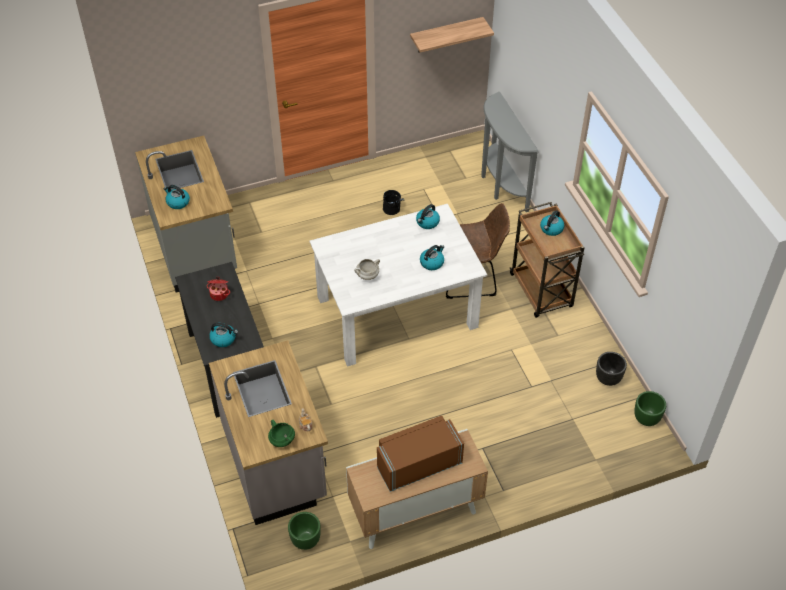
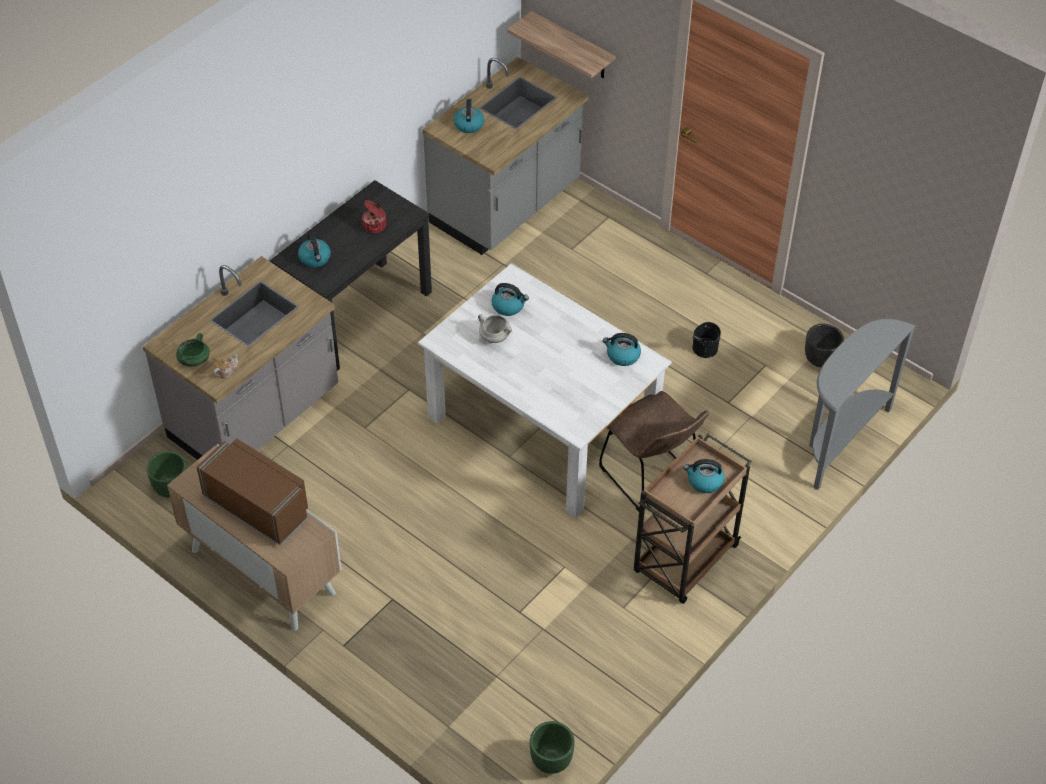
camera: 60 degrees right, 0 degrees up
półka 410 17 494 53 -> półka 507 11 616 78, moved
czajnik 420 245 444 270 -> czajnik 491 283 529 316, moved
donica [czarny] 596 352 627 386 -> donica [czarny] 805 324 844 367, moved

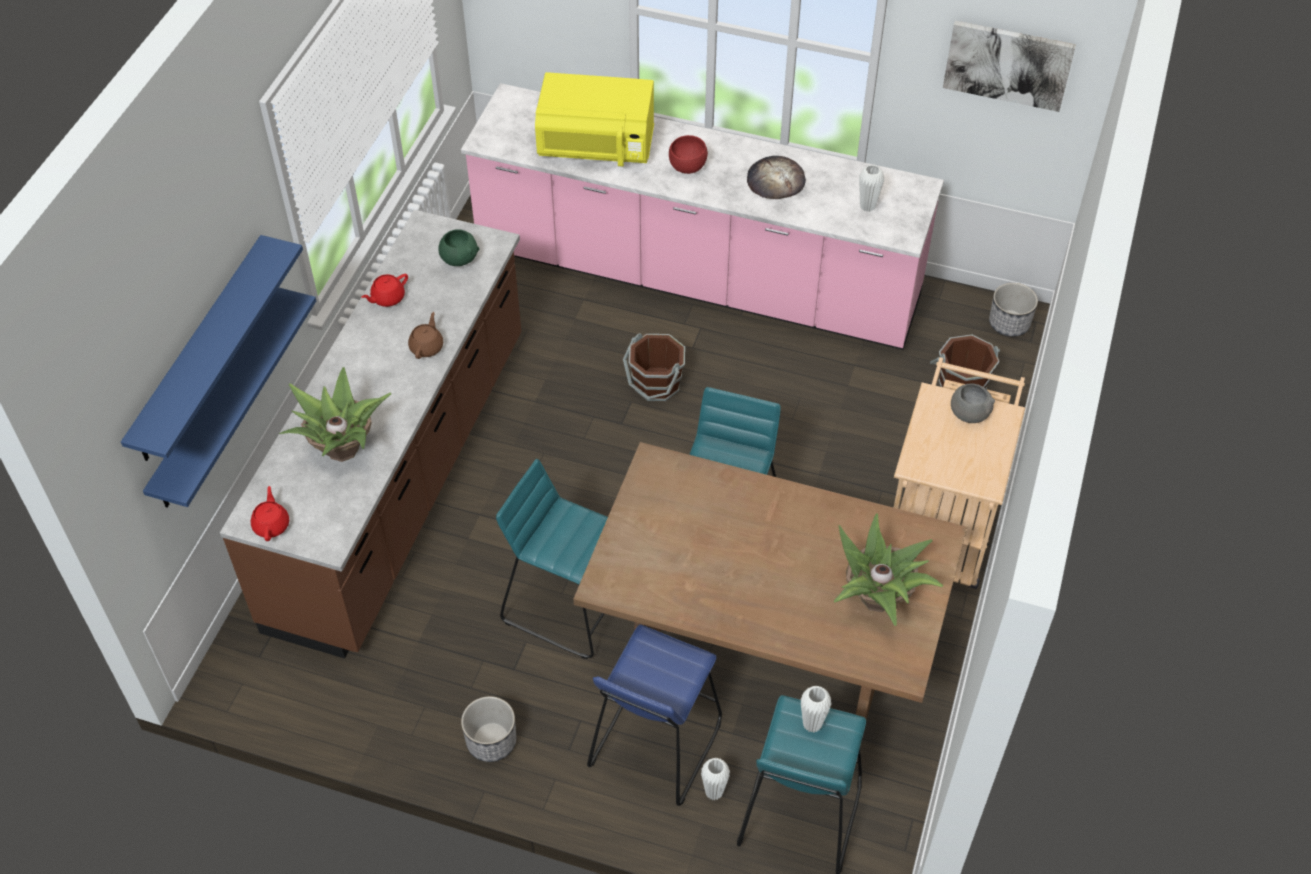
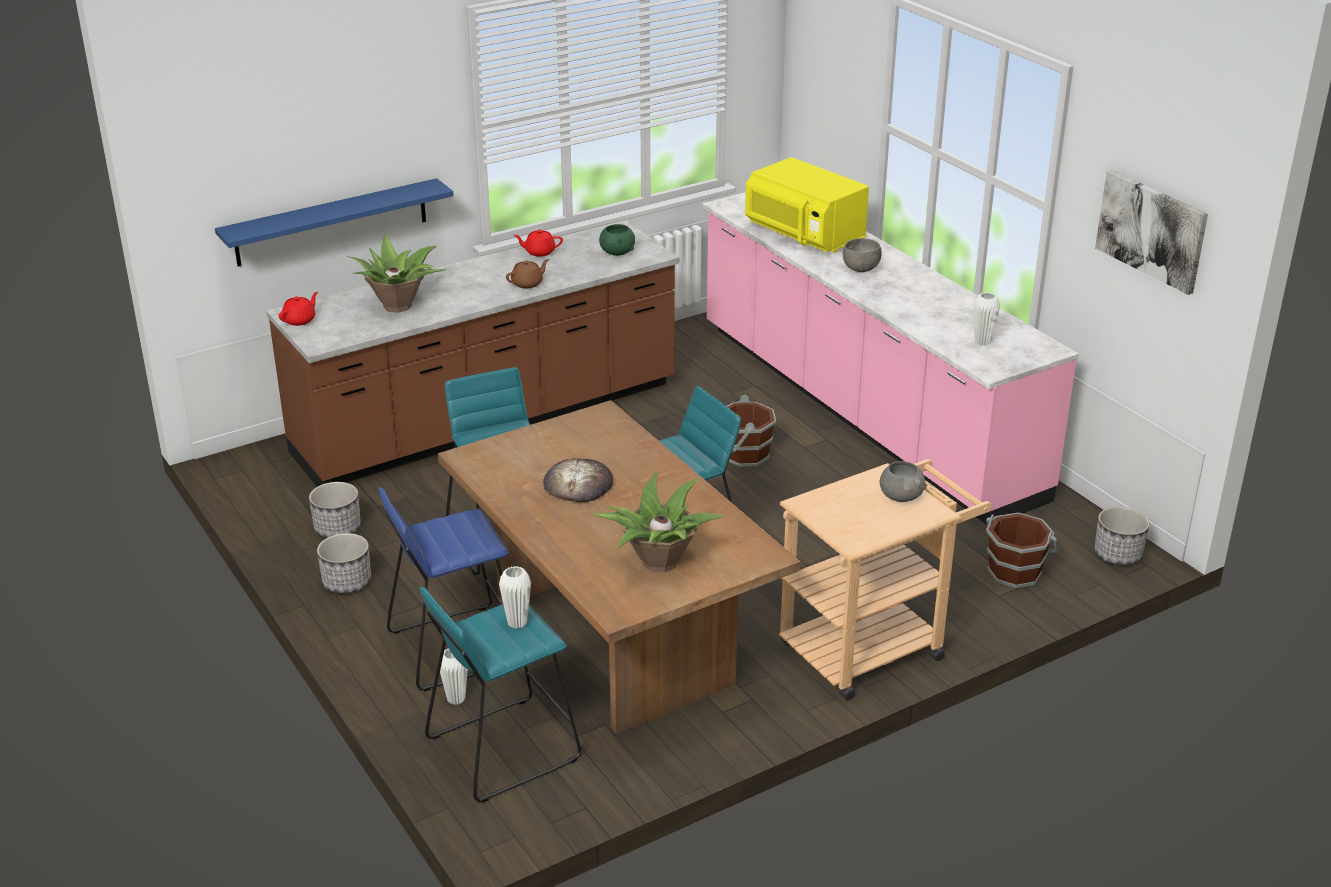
camera: 40 degrees right, 20 degrees down
miska [czerwony] 669 135 708 174 -> miska [szary] 843 238 882 272
chleb 747 156 806 199 -> chleb 543 458 613 502, moved
półka [niebieski] 121 235 303 461 -> none
none -> donica 309 482 361 538

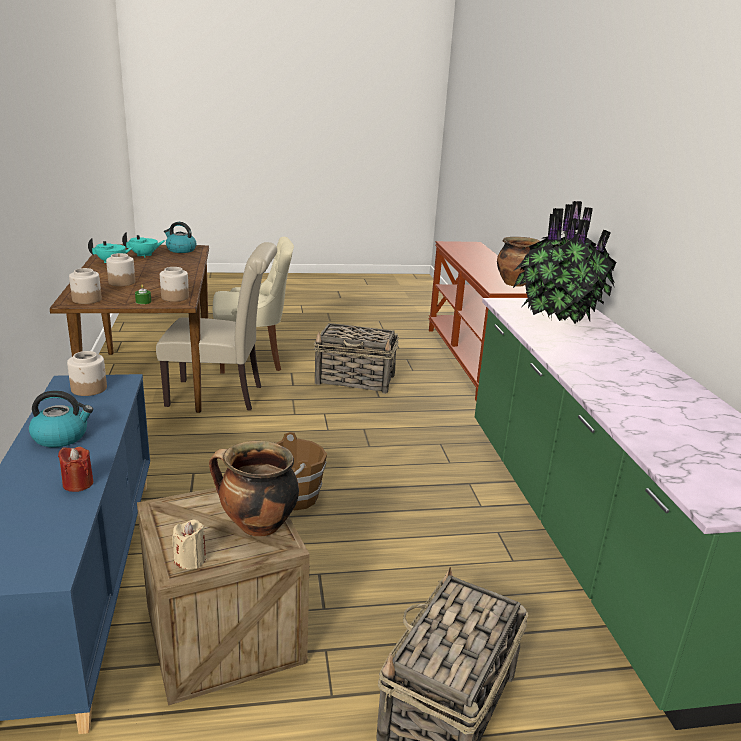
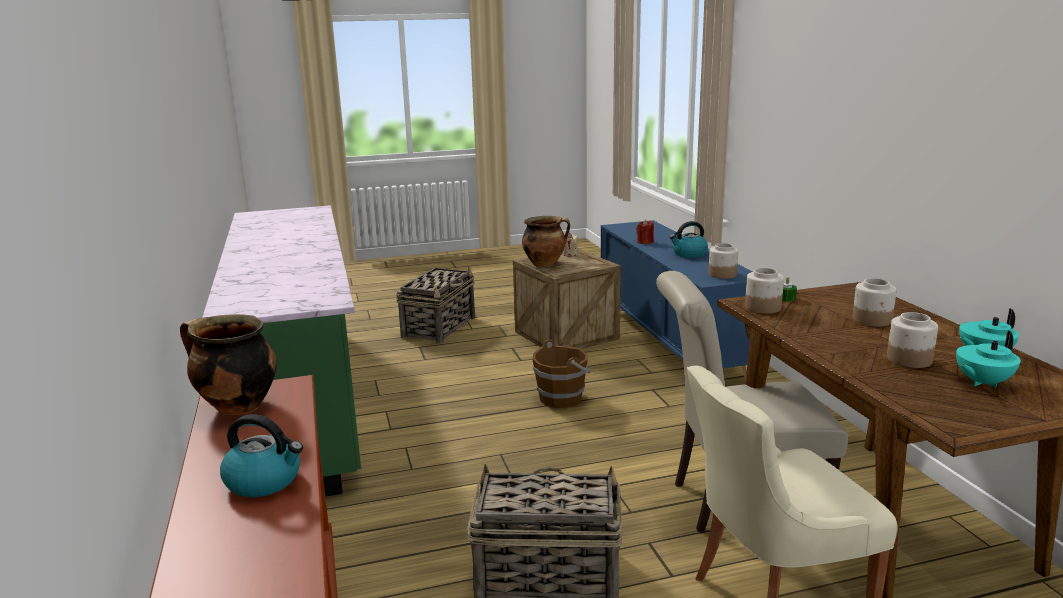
camera: 175 degrees right, 5 degrees down
roślina doniczkowa 513 201 616 323 -> none
czajnik 164 222 197 253 -> czajnik 220 414 303 497, moved
słoik 69 268 102 304 -> słoik 887 312 938 368, moved

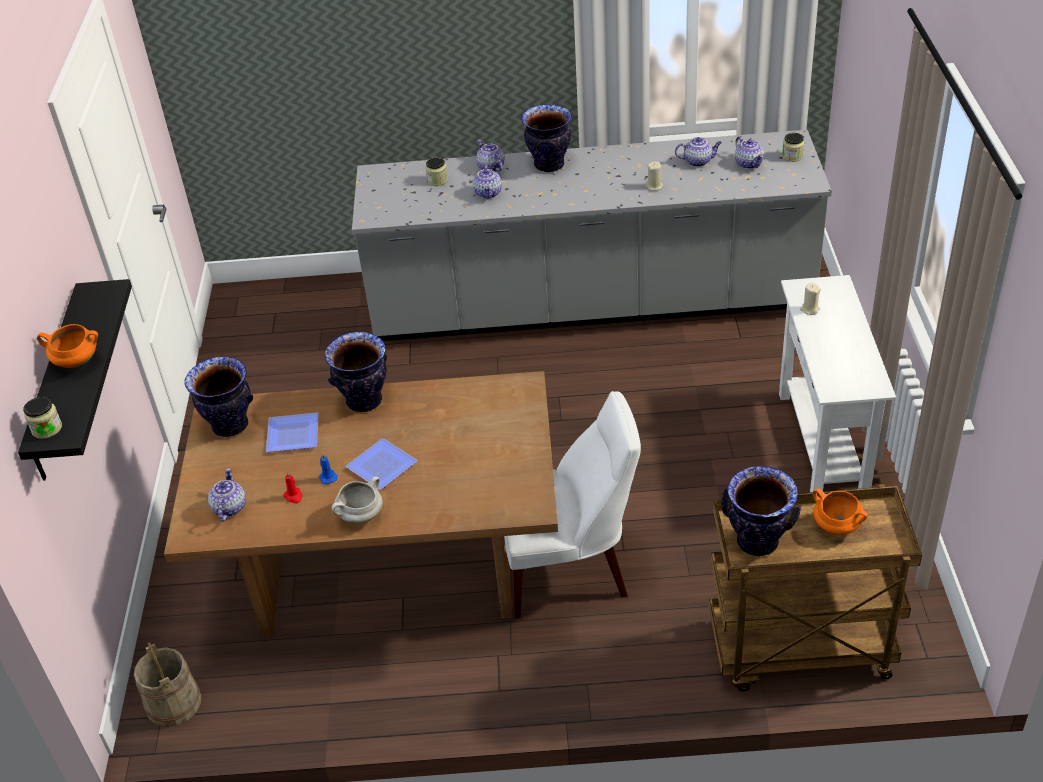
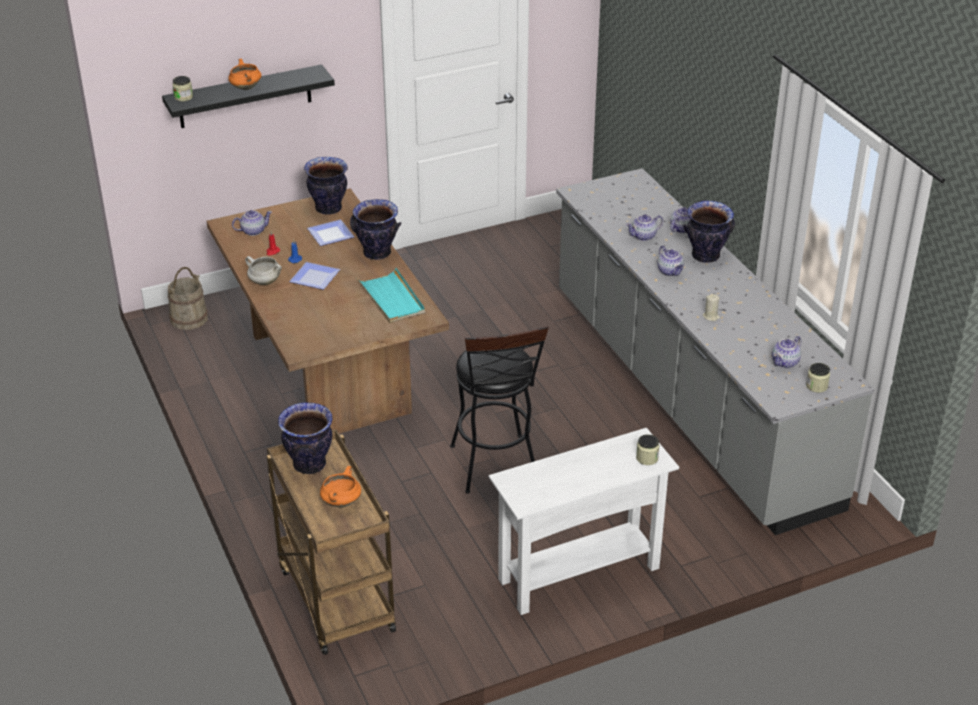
camera: 65 degrees right, 5 degrees down
imbryk 675 137 722 167 -> imbryk 657 246 684 276, moved
słoik 426 157 448 186 -> słoik 636 434 660 465, moved
świeca [beżowy] 800 283 821 315 -> none
krzesło [biały] 504 391 641 619 -> none
none -> taca [turkusowy] 357 267 425 323
none -> stołek [czarny] 450 326 549 494

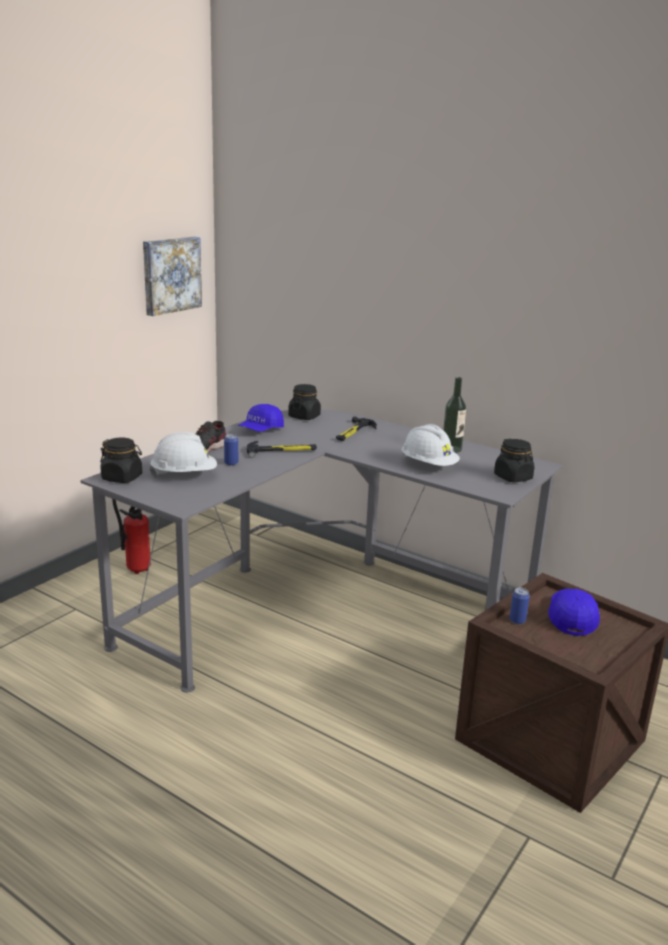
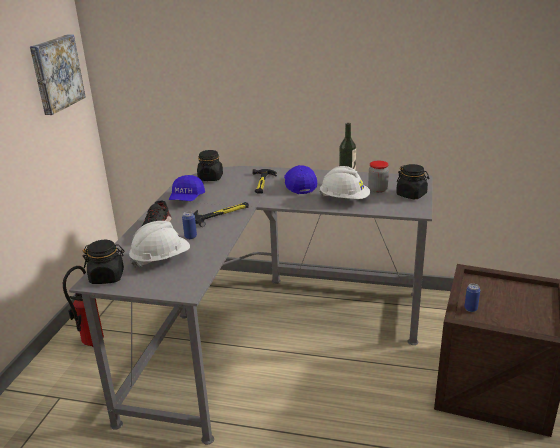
camera: 20 degrees left, 5 degrees up
czapka z daszkiem [niebieski] 549 589 600 636 -> czapka z daszkiem [niebieski] 284 165 317 194, moved
none -> słoik 368 161 389 193

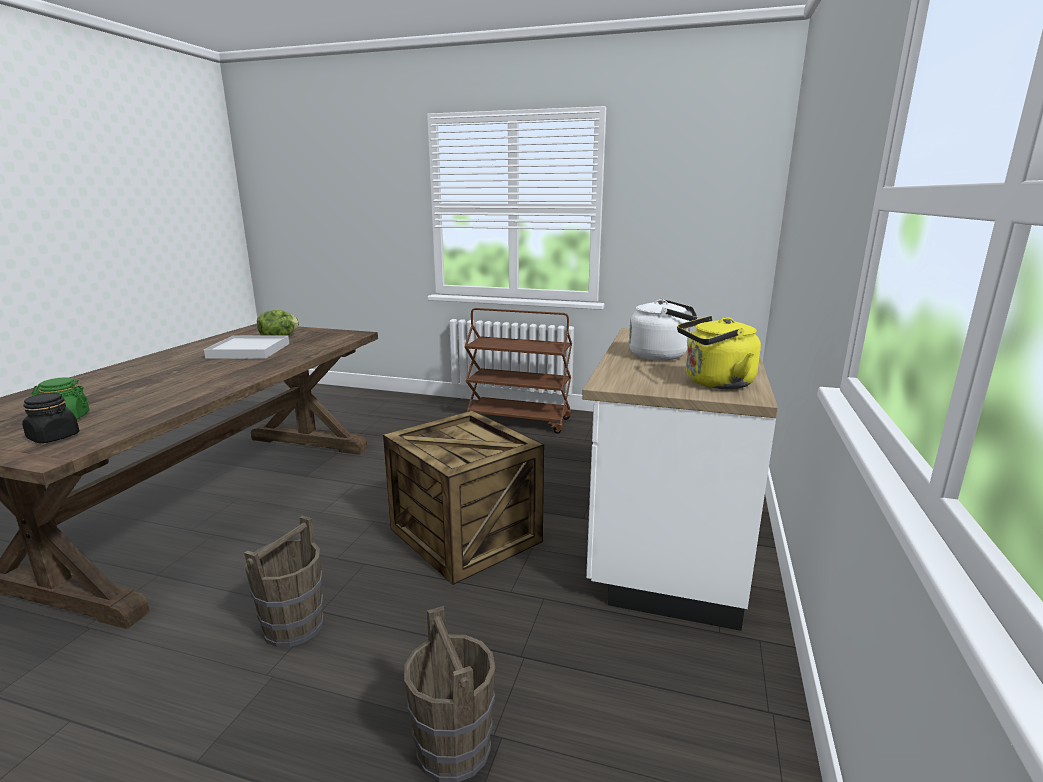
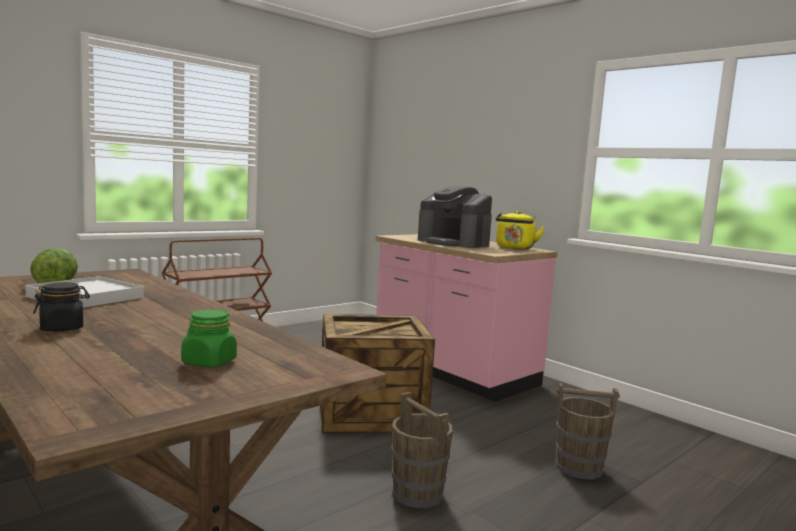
camera: 60 degrees left, 10 degrees down
czajnik [biały] 629 299 698 361 -> ekspres do kawy 418 186 492 248
zabudowa kuchenna [biały] 582 328 778 631 -> zabudowa kuchenna [różowy] 376 234 557 402
słoik [czarny] 22 393 79 443 -> słoik [czarny] 33 282 90 331, moved

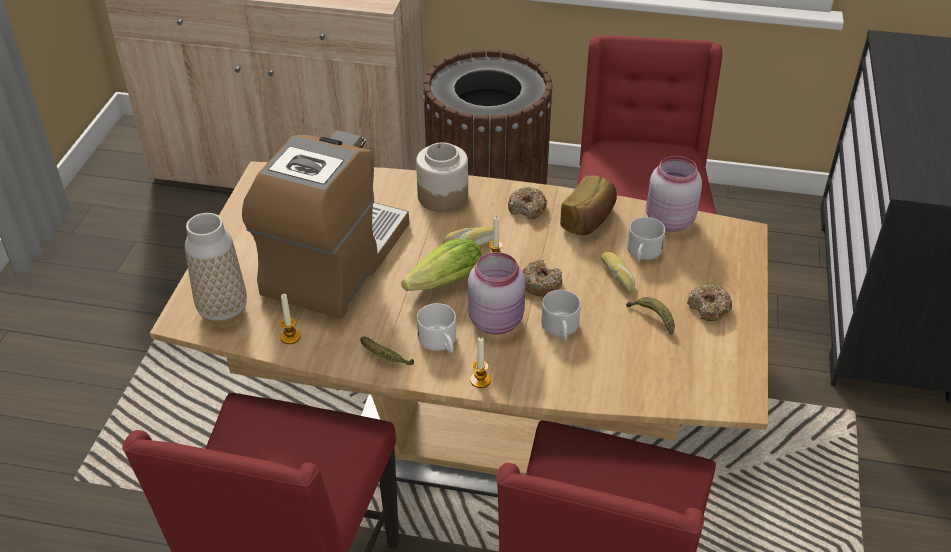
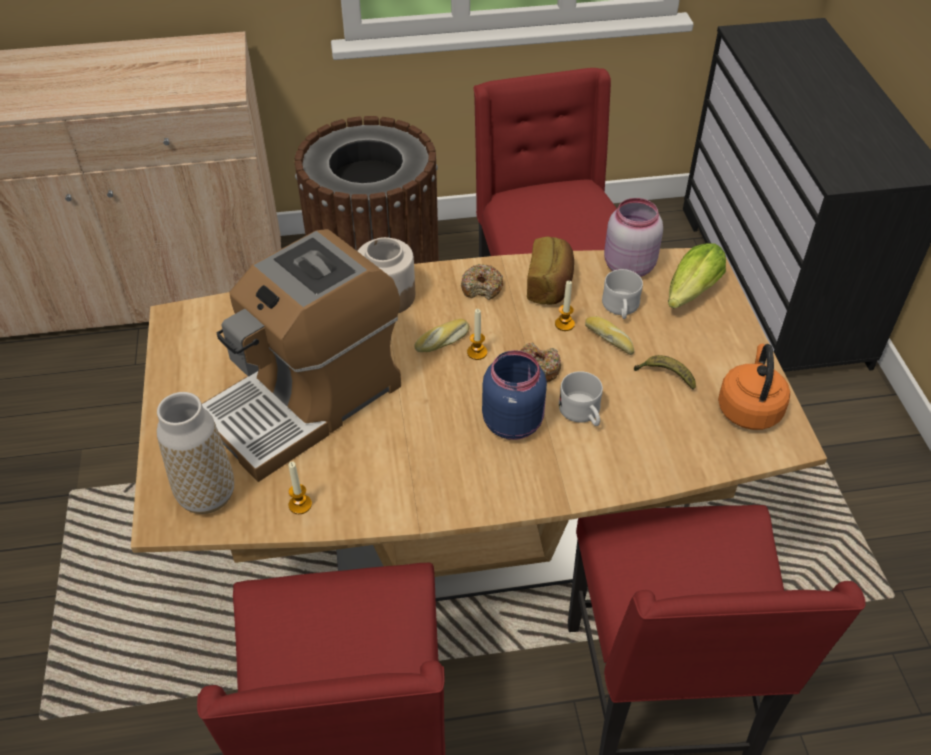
camera: 20 degrees left, 5 degrees up
ekspres do kawy 242 130 409 319 -> ekspres do kawy 202 229 401 482, 135 degrees counterclockwise
sałata 402 239 482 291 -> sałata 668 243 726 308, moved
słoik [różowy] 468 252 526 335 -> słoik [niebieski] 482 350 547 440
donut 687 284 732 321 -> none
kubek [biały] 417 303 456 353 -> none
banan 360 337 414 365 -> none
świeca 470 337 491 388 -> świeca 555 281 575 331, moved
none -> czajnik [pomarańczowy] 718 344 790 430

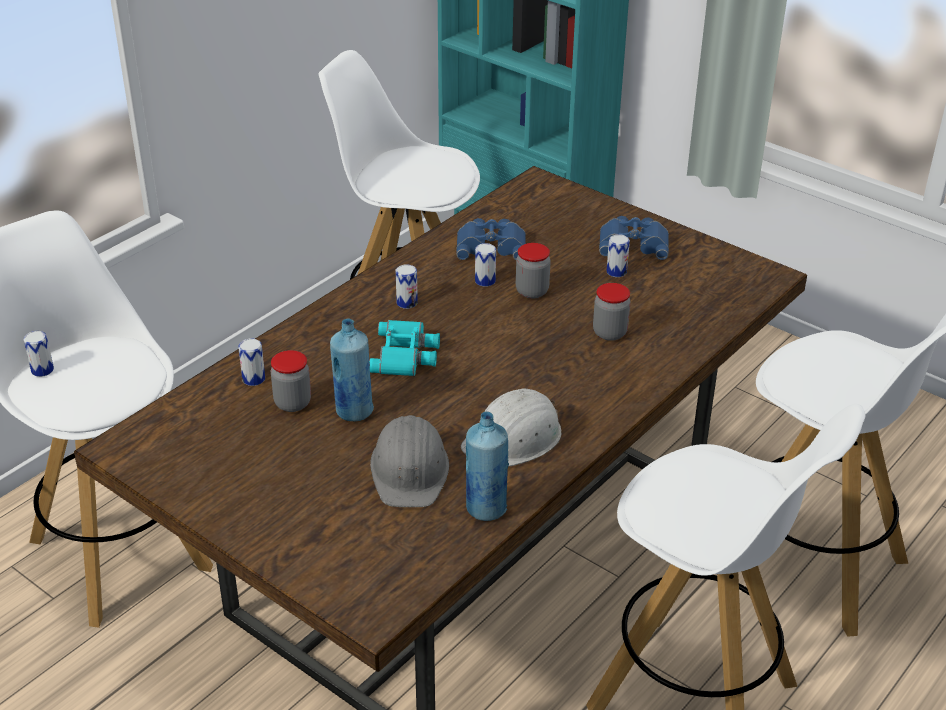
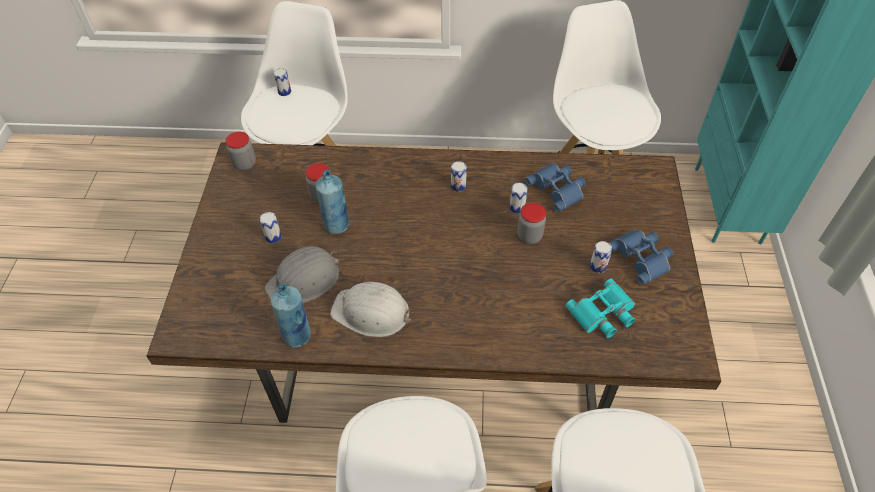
camera: 55 degrees right, 15 degrees up
słoik 593 283 630 341 -> słoik 225 132 256 171, moved
lornetka [turkusowy] 369 320 440 376 -> lornetka [turkusowy] 565 278 635 338, moved
puszka 238 339 265 386 -> puszka 259 212 282 243, moved

